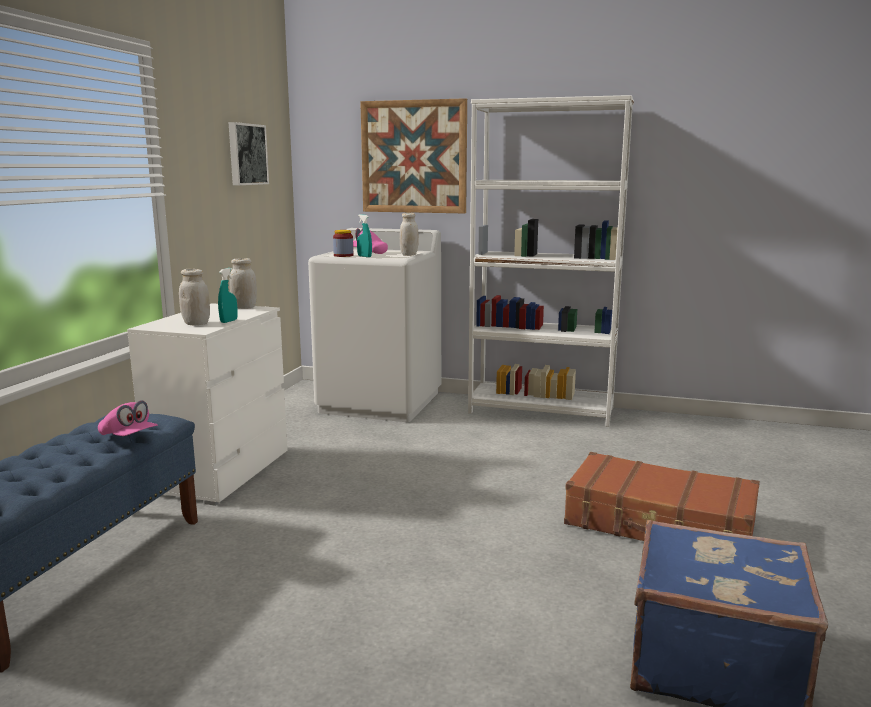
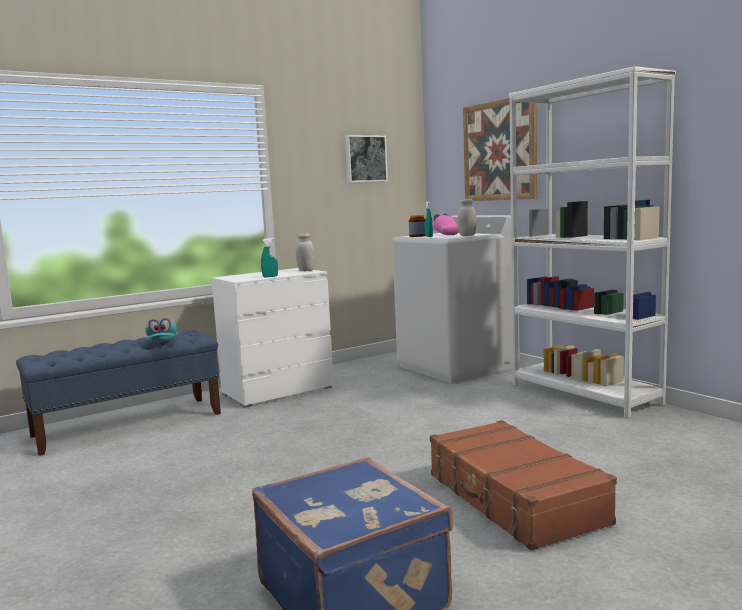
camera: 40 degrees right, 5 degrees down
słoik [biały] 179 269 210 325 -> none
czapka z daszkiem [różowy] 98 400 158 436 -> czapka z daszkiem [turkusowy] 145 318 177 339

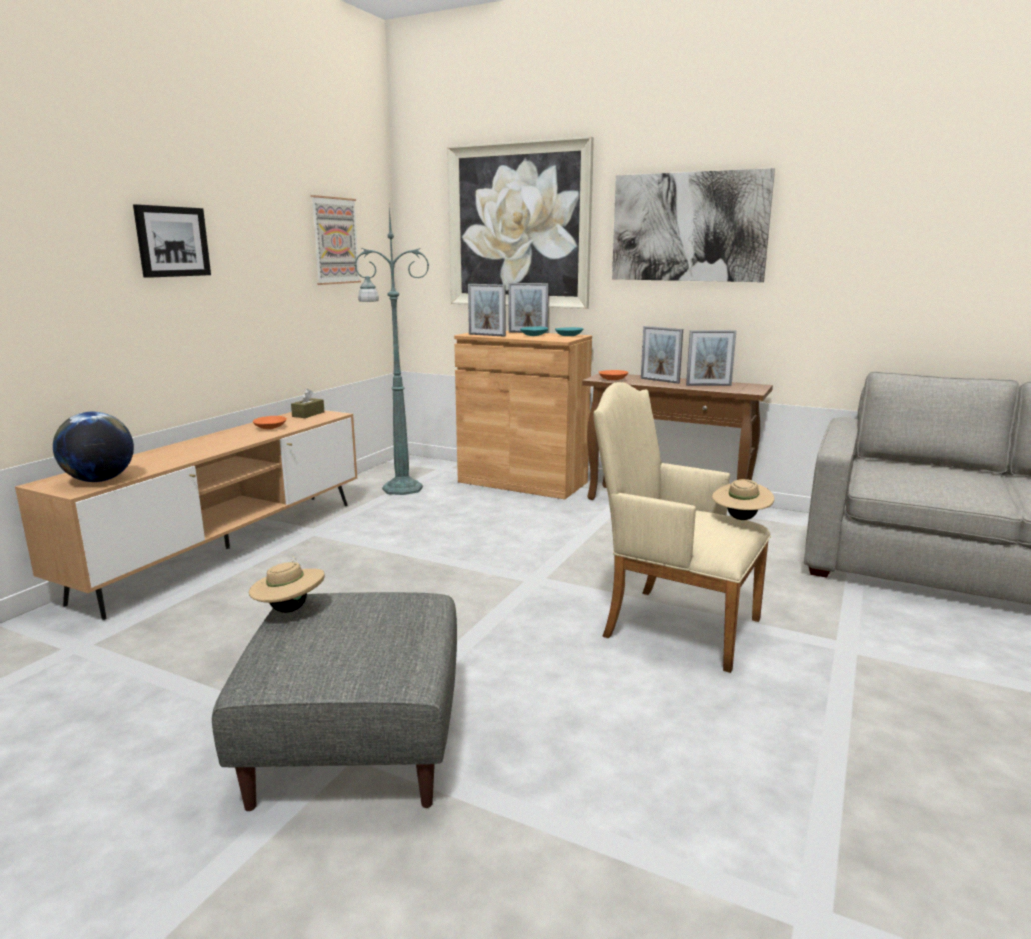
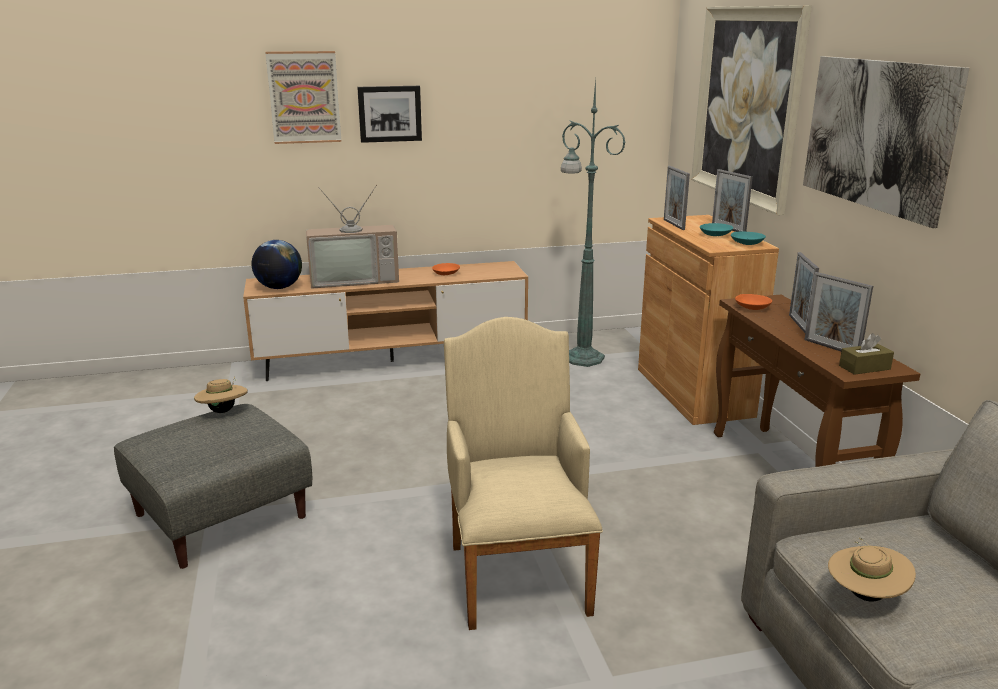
camera: 50 degrees right, 5 degrees up
obraz 311 195 361 285 -> obraz 265 51 341 144, moved
pudełko chusteczek [brązowy] 291 389 324 418 -> pudełko chusteczek [brązowy] 839 333 894 375, moved
kapelusz [beżowy] 712 479 774 520 -> kapelusz [beżowy] 828 538 916 601, moved
none -> telewizor 306 185 399 288

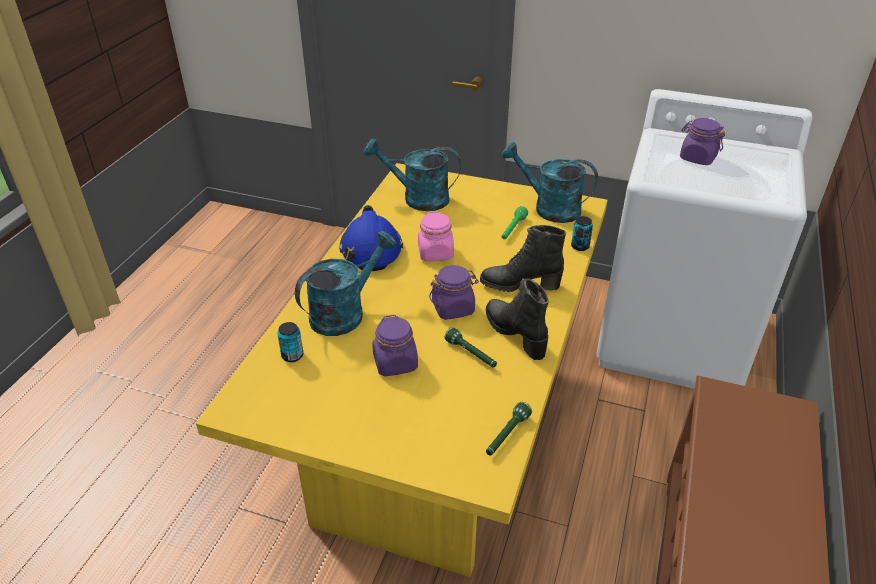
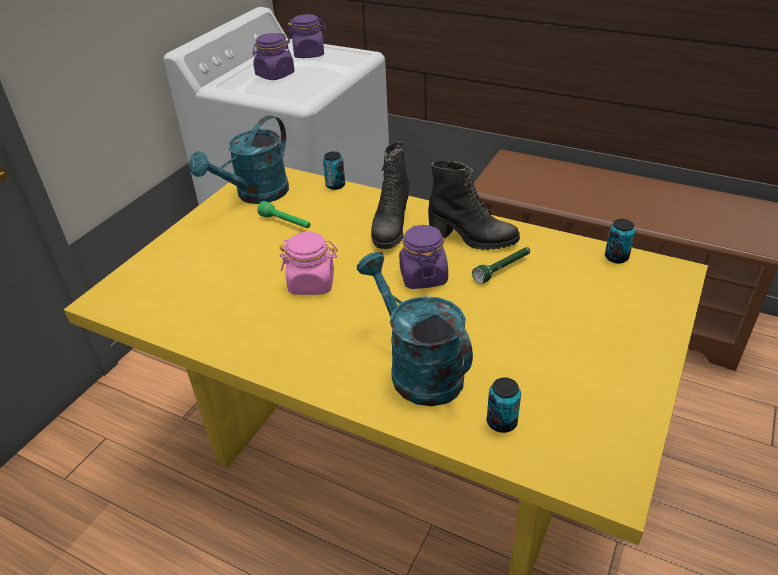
camera: 80 degrees left, 0 degrees up
konewka [turkusowy] 364 138 461 211 -> none
kask [niebieski] 339 205 403 271 -> none
but z cholewką [czarny] 486 279 549 360 -> but z cholewką [czarny] 428 161 520 250, 135 degrees counterclockwise
słoik [fioletowy] 372 315 418 376 -> słoik [fioletowy] 287 14 327 58, moved
latarka [zielony] 486 402 532 456 -> puszka 605 219 635 264

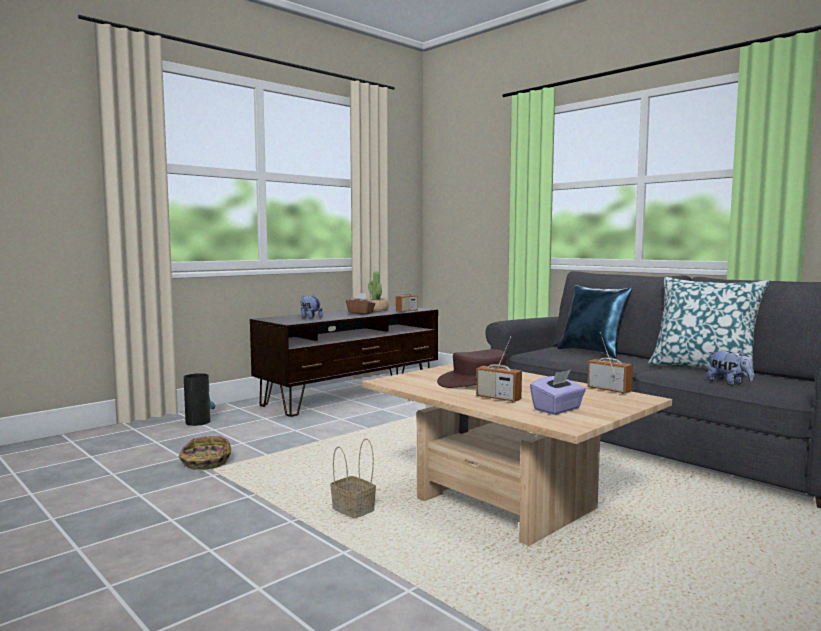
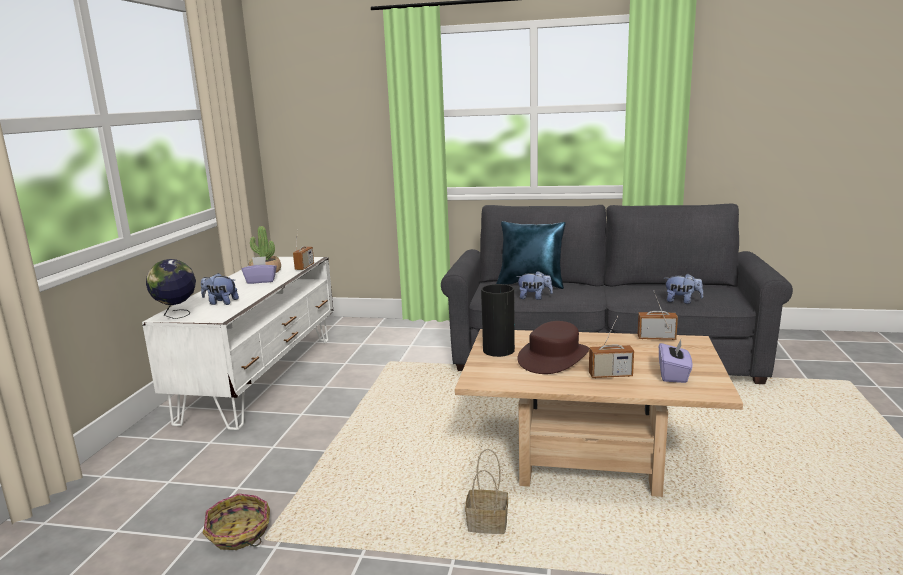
camera: 35 degrees left, 10 degrees up
poduszka 648 277 769 377 -> none
pudełko chusteczek [brązowy] 346 293 375 314 -> pudełko chusteczek [fioletowy] 242 256 277 284
szafka pod telewizor [brązowy] 250 306 438 417 -> szafka pod telewizor [biały] 142 257 333 430
wazon 184 373 215 426 -> wazon 481 284 515 357, moved
none -> globus 146 259 196 319
none -> pluszak 516 271 553 300

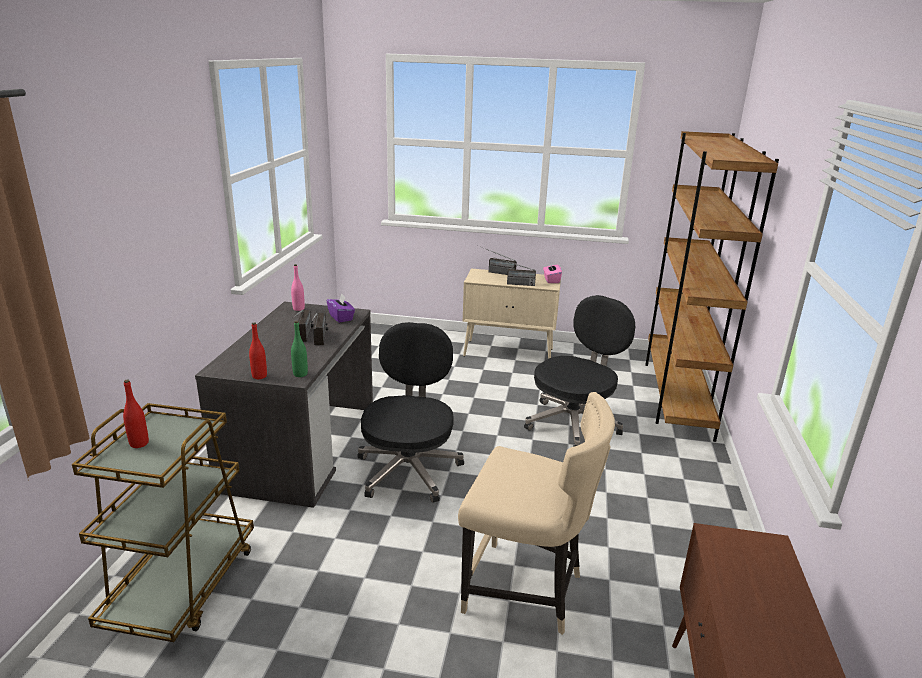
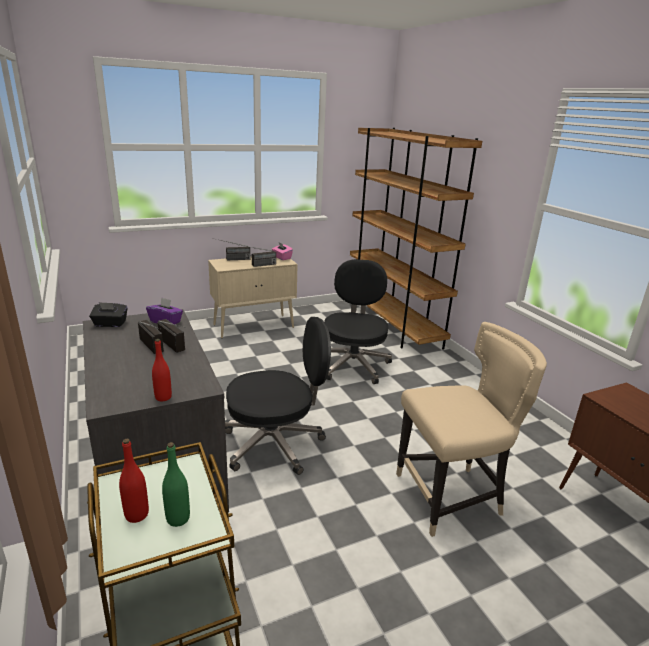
camera: 35 degrees left, 0 degrees up
butelka [różowy] 291 264 305 311 -> pudełko chusteczek [czarny] 89 302 128 327
butelka [zielony] 291 321 308 377 -> butelka [zielony] 162 442 190 527, moved
krzesło biurowe [czarny] 357 322 464 503 -> krzesło biurowe [czarny] 225 317 331 475, 105 degrees clockwise

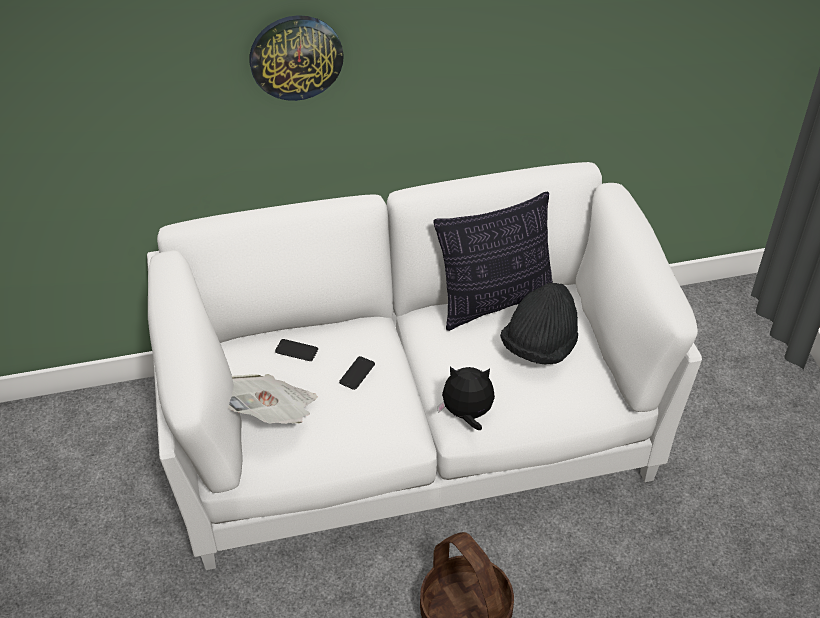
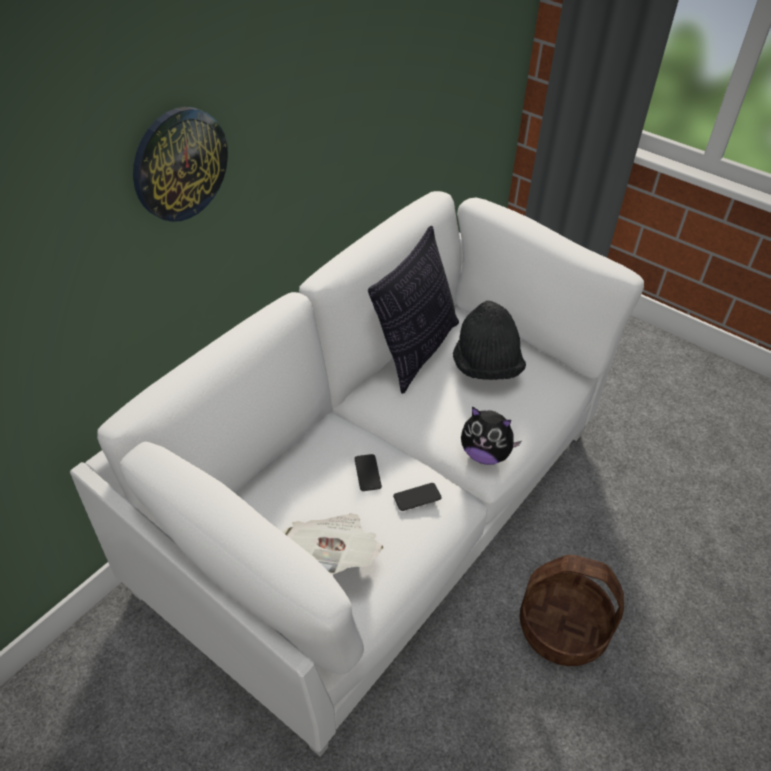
camera: 40 degrees left, 0 degrees up
telefon 275 339 318 361 -> telefon 393 483 442 511, moved
pluszak 437 367 495 430 -> pluszak 461 406 521 465, 120 degrees counterclockwise

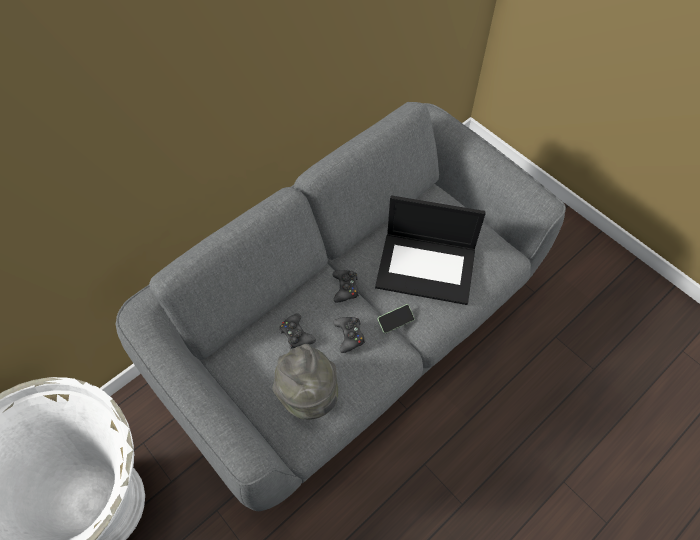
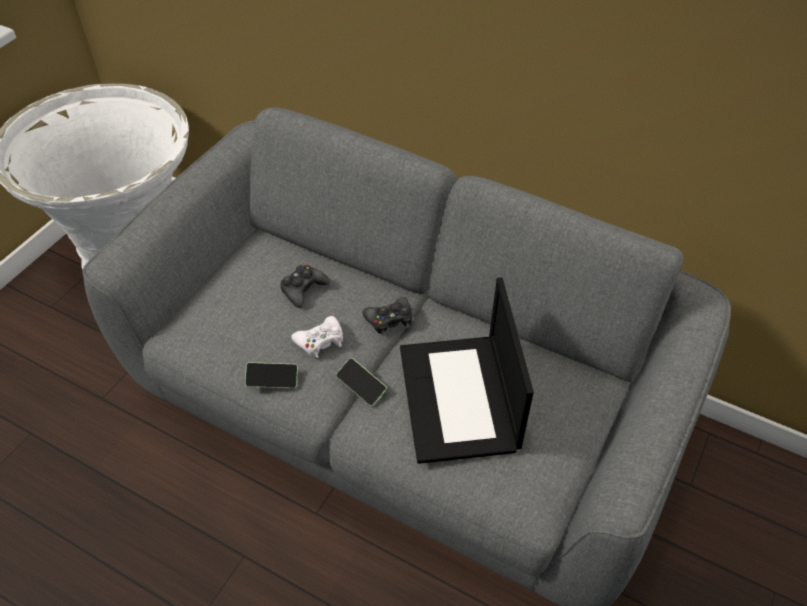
camera: 70 degrees right, 10 degrees down
pad do gier [czarny] 333 317 365 353 -> pad do gier [biały] 291 316 343 358
kapelusz [szary] 272 344 338 420 -> none
none -> telefon 245 362 298 389

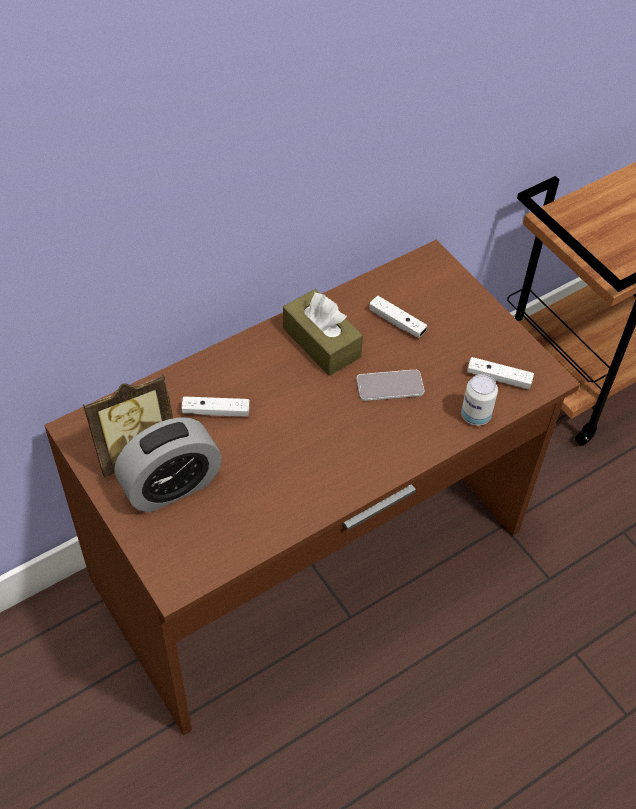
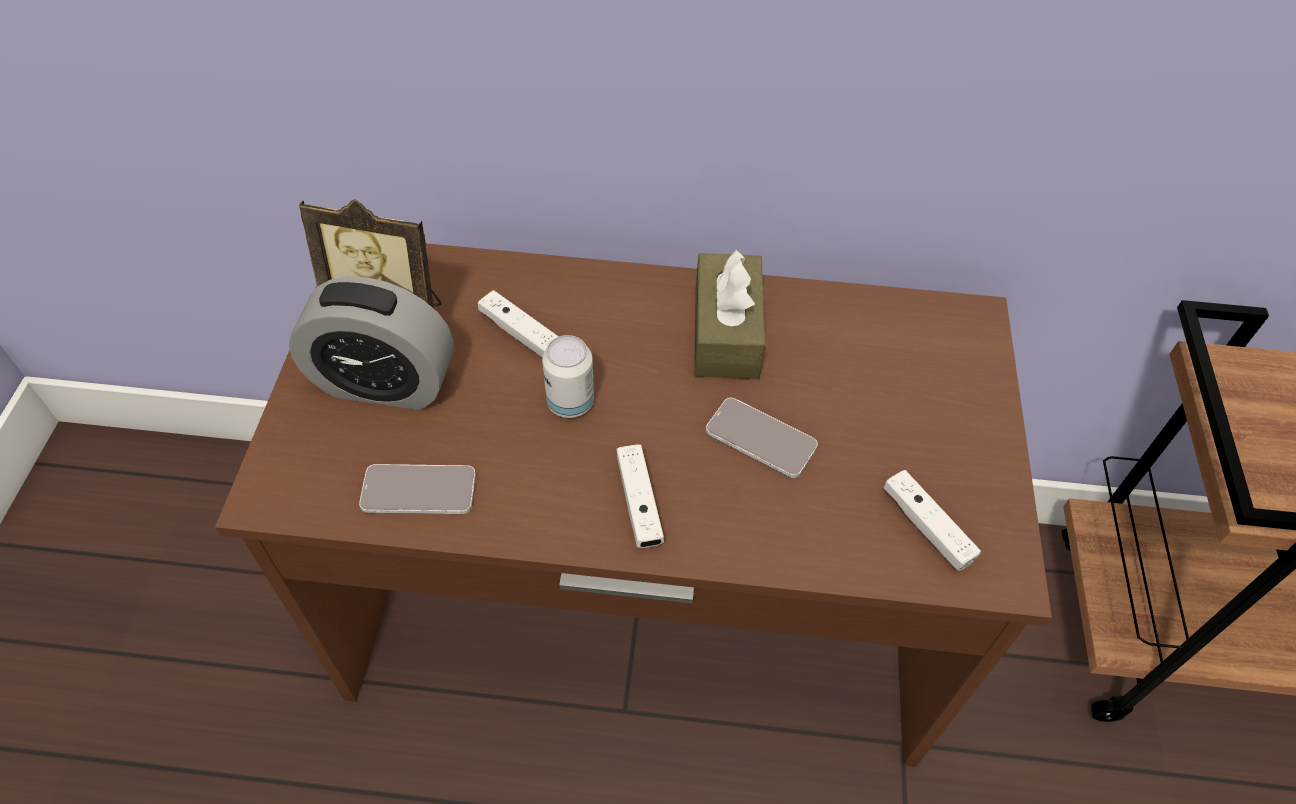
camera: 40 degrees right, 0 degrees up
pad do gier [biały] 369 296 427 338 -> pad do gier [biały] 616 444 664 548, moved
puszka 461 374 498 426 -> puszka 542 335 594 418, moved
none -> telefon 359 464 476 514

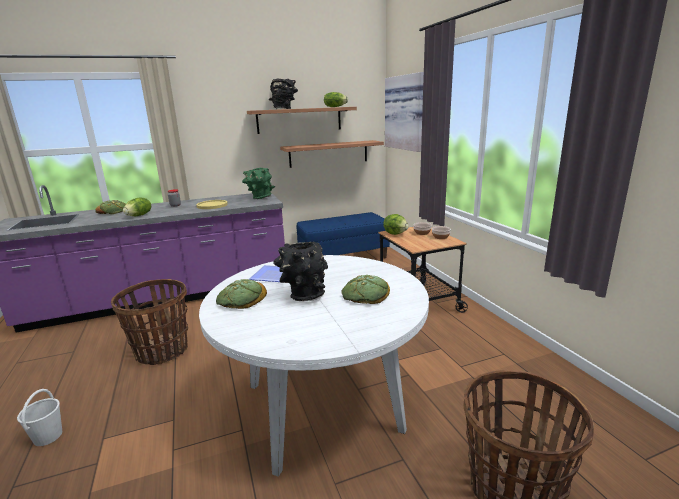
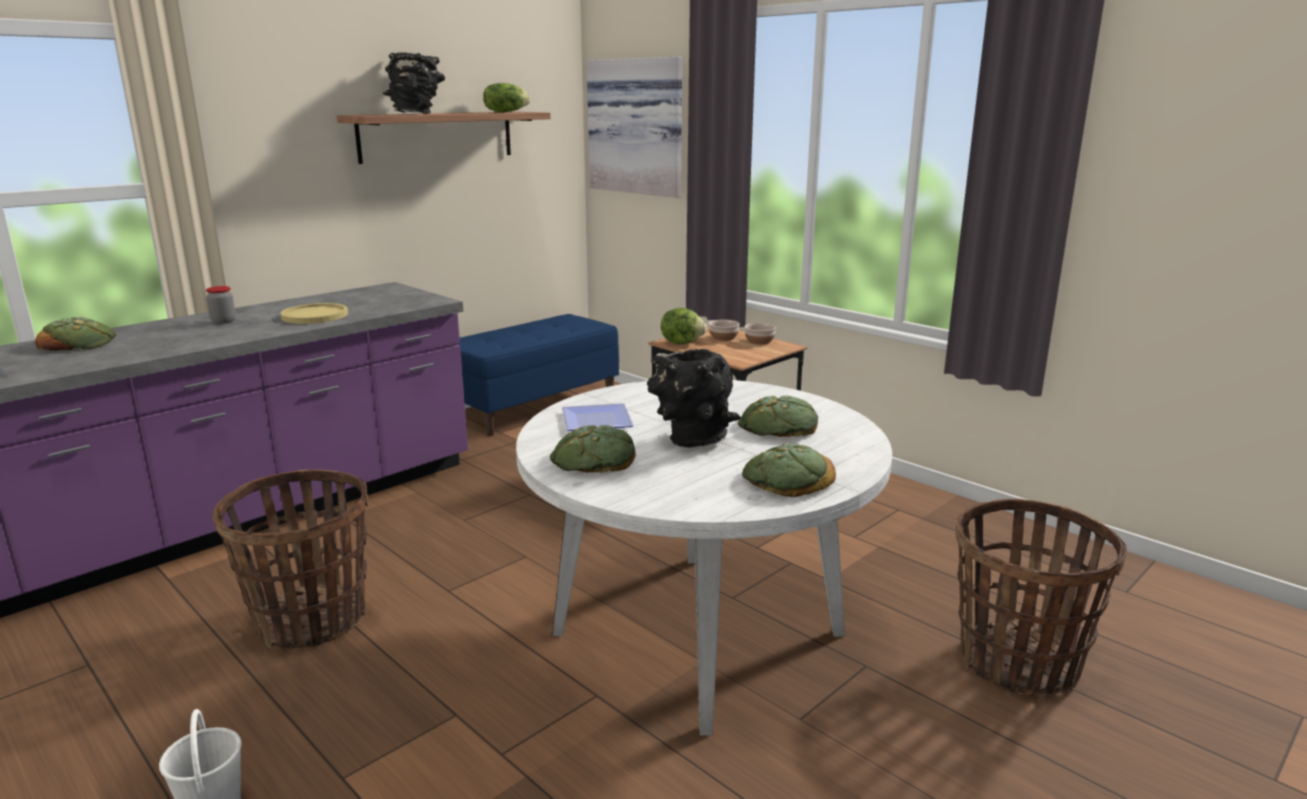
camera: 25 degrees left, 0 degrees up
półka 280 140 384 168 -> none
wazon [zielony] 242 168 275 199 -> none
sałata 123 198 151 216 -> none
none -> chleb 742 443 836 497

